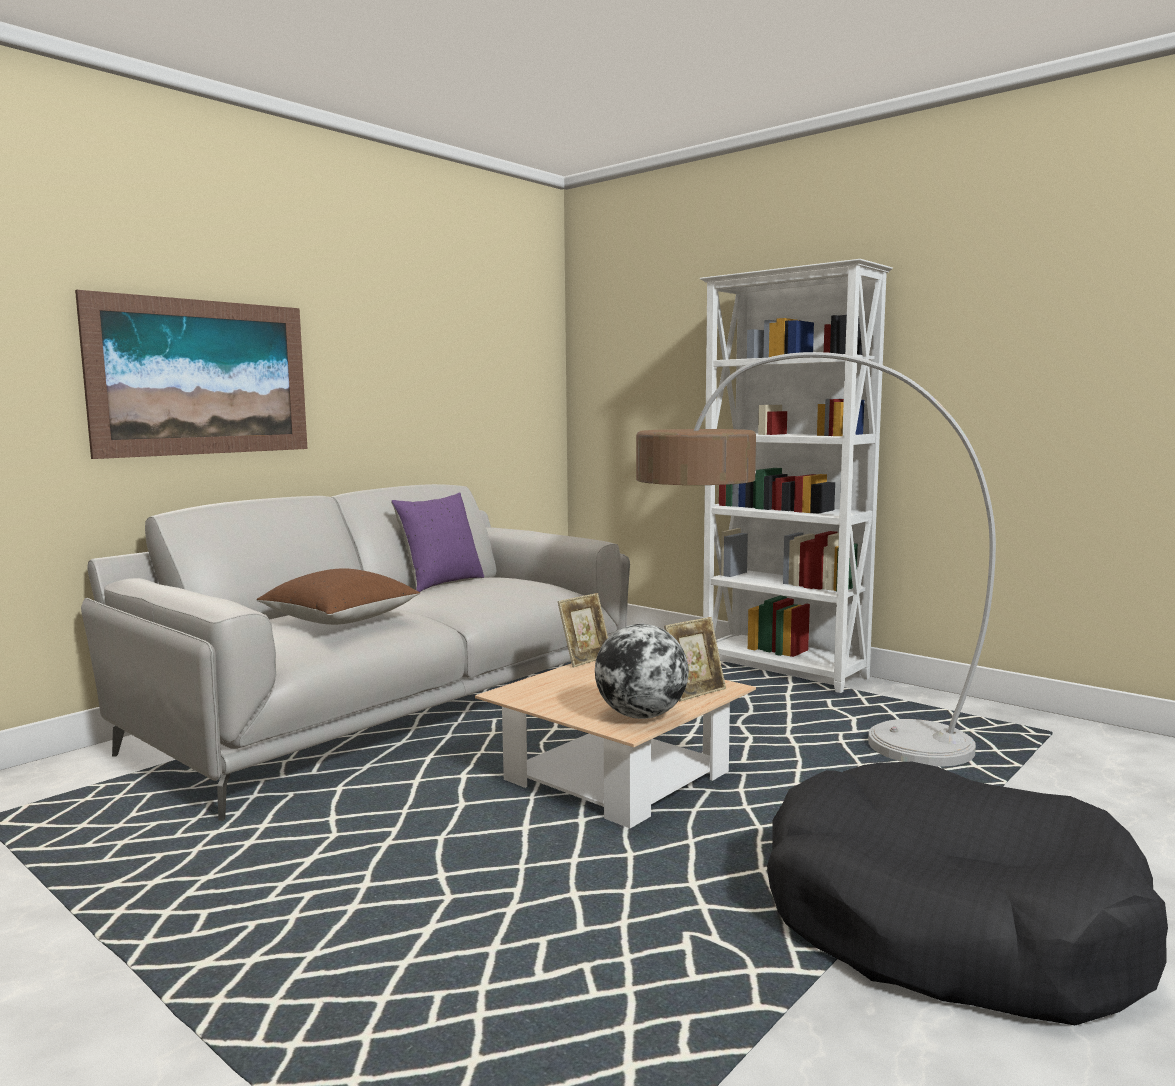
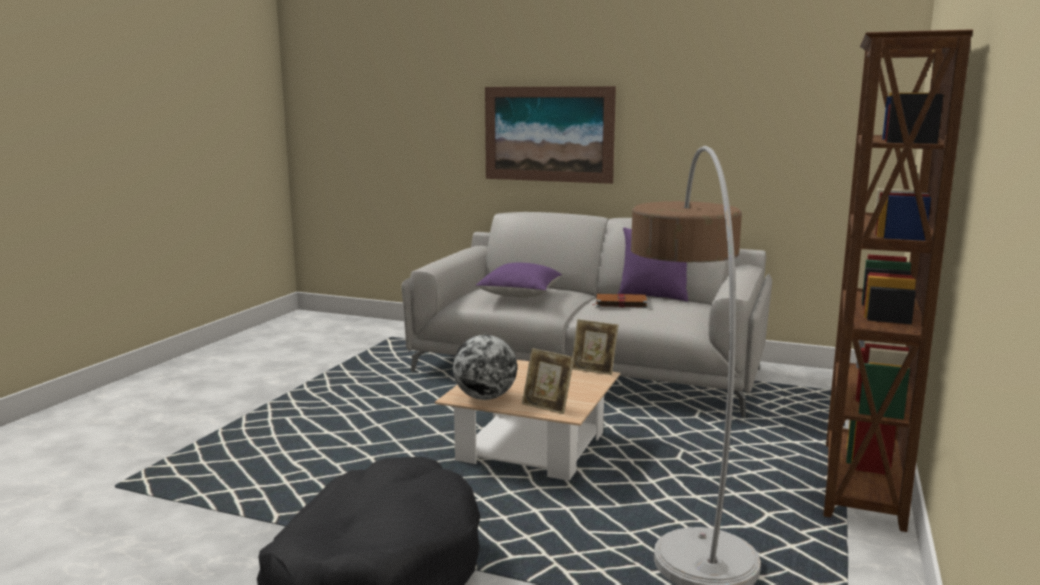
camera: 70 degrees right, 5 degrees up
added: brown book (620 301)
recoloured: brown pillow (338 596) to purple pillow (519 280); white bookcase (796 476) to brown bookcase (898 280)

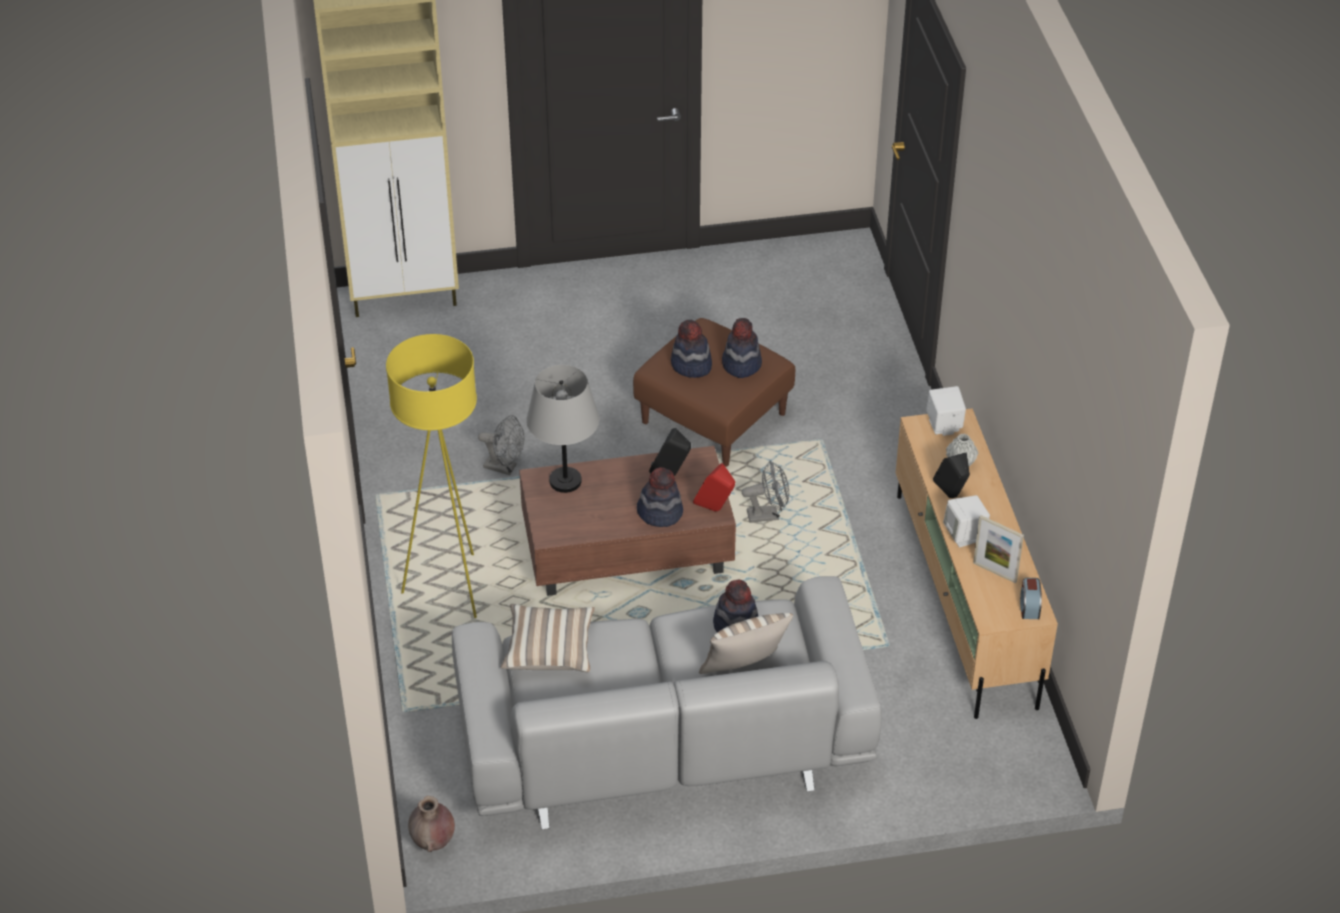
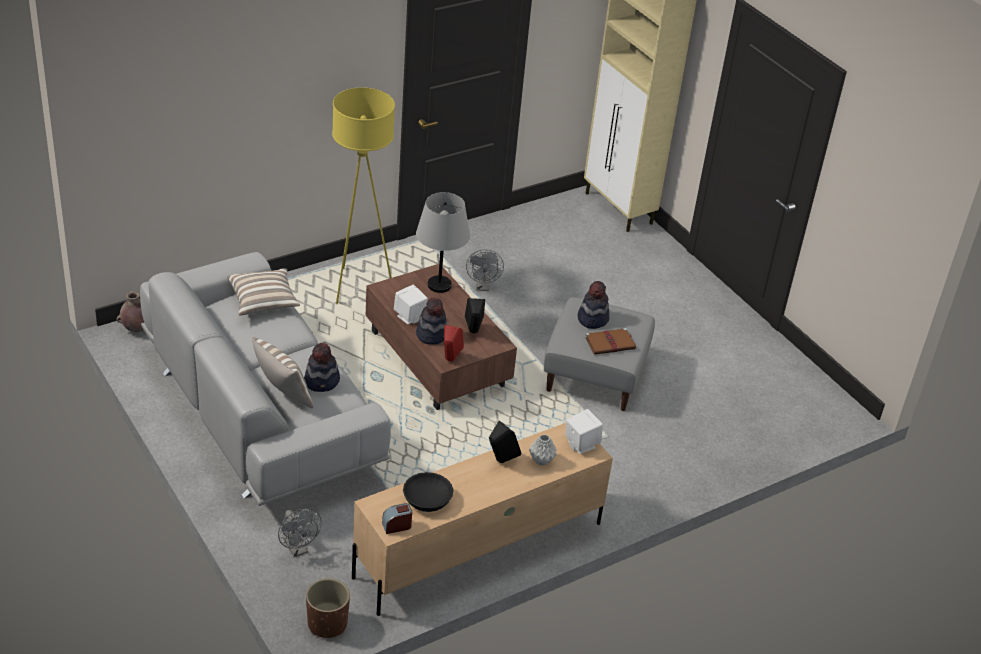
camera: 65 degrees right, 5 degrees down
added: brown planter (328 608)
moved: grey fan (765 492) to (300 533); white speaker (966 521) to (411 304)
replaced: picture frame (998 549) to black bowl (428 492); hat (742 348) to brown book (610 341)
recoloured: brown ottoman (714 392) to grey ottoman (599 354)

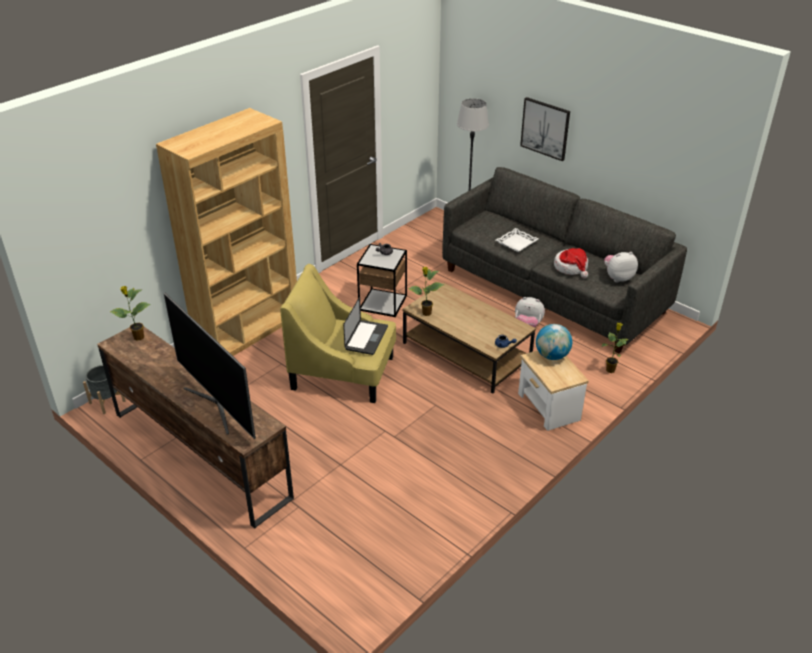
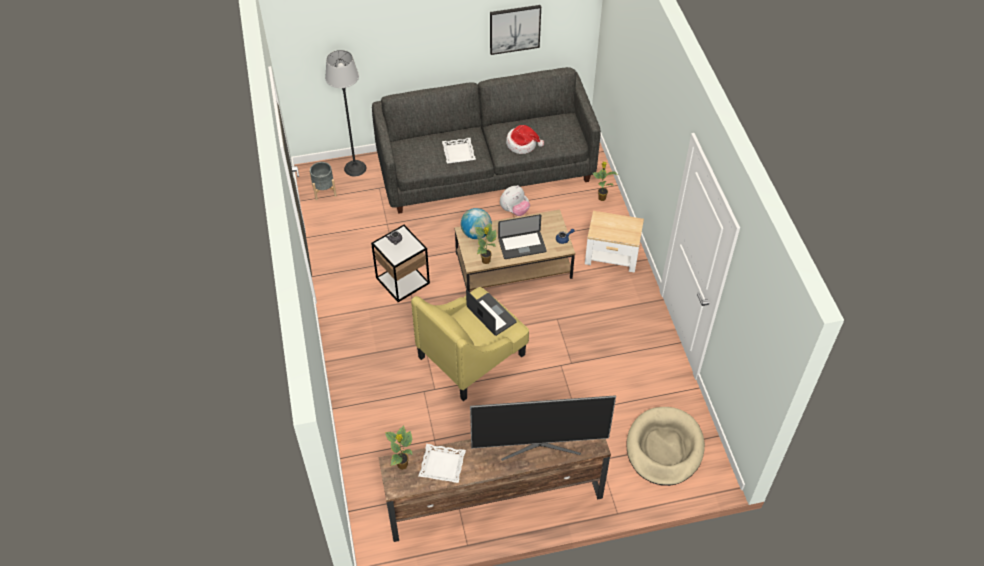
camera: 55 degrees left, 15 degrees up
removed: brown bookcase (226 232); plush toy (621 267)
added: white tray (442 463); laptop (522 236); beige dog bed (665 446)
moved: grey planter (104 389) to (323 181); globe (554 342) to (476 223); picture (545 129) to (515 30)

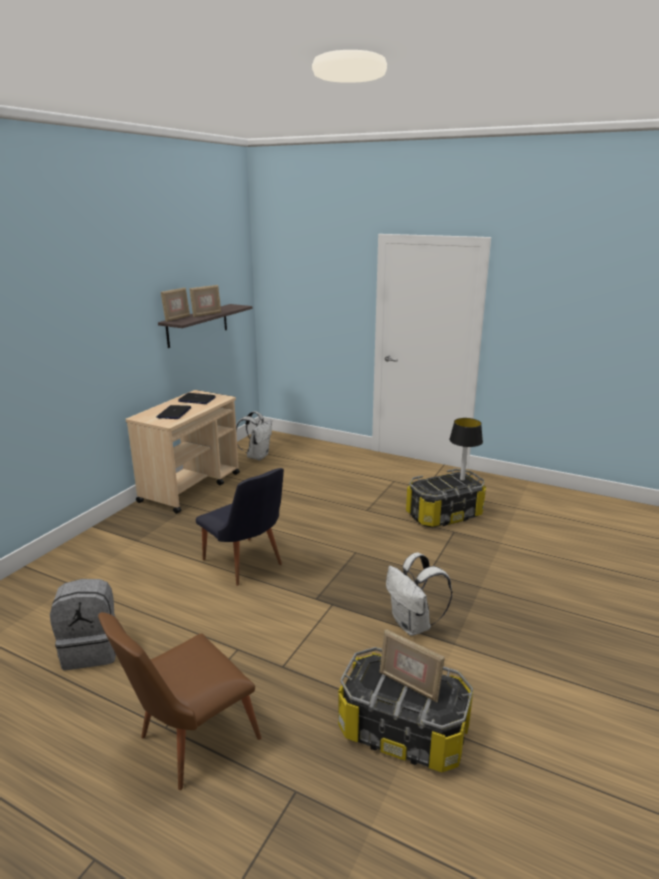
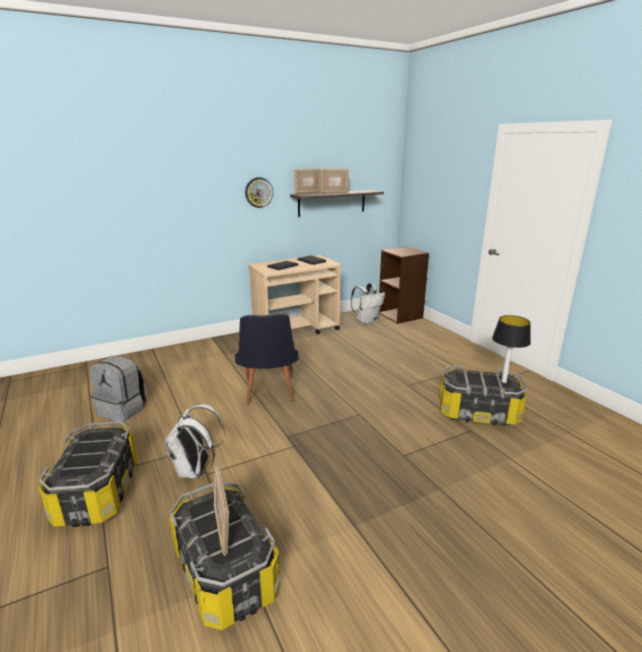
camera: 35 degrees right, 0 degrees up
added: wall clock (259 192); brown bookcase (404 285)
moved: white backpack (419 594) to (194 441)
replaced: brown chair (179 701) to storage box (88 474)

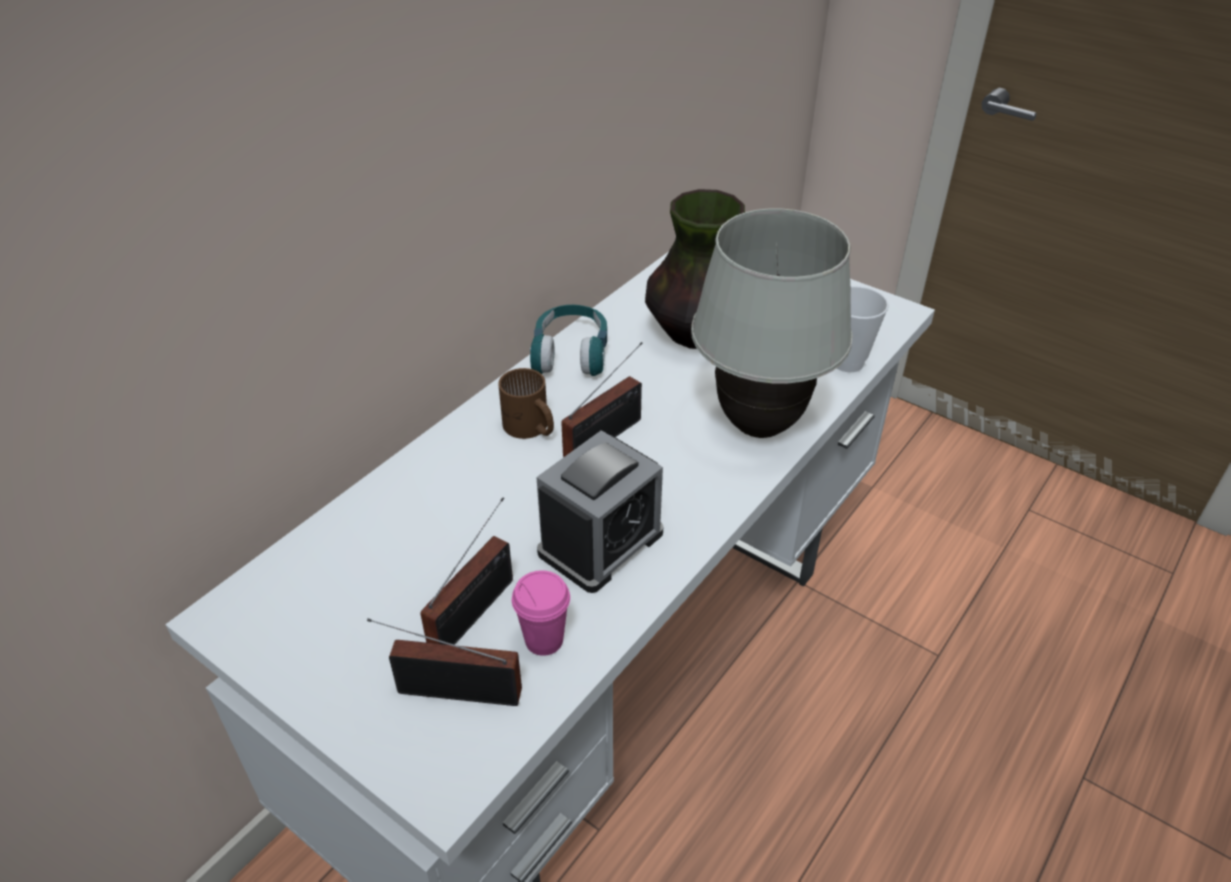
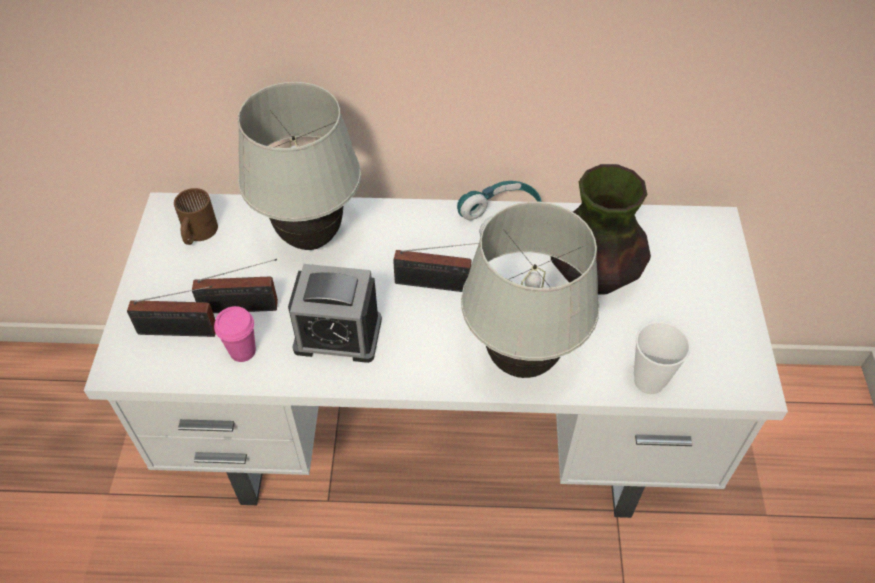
camera: 55 degrees right, 10 degrees up
added: white table lamp (299 166)
moved: brown mug (526 403) to (196 216)
turned: radio (444 662) = (171 311) 120 degrees clockwise

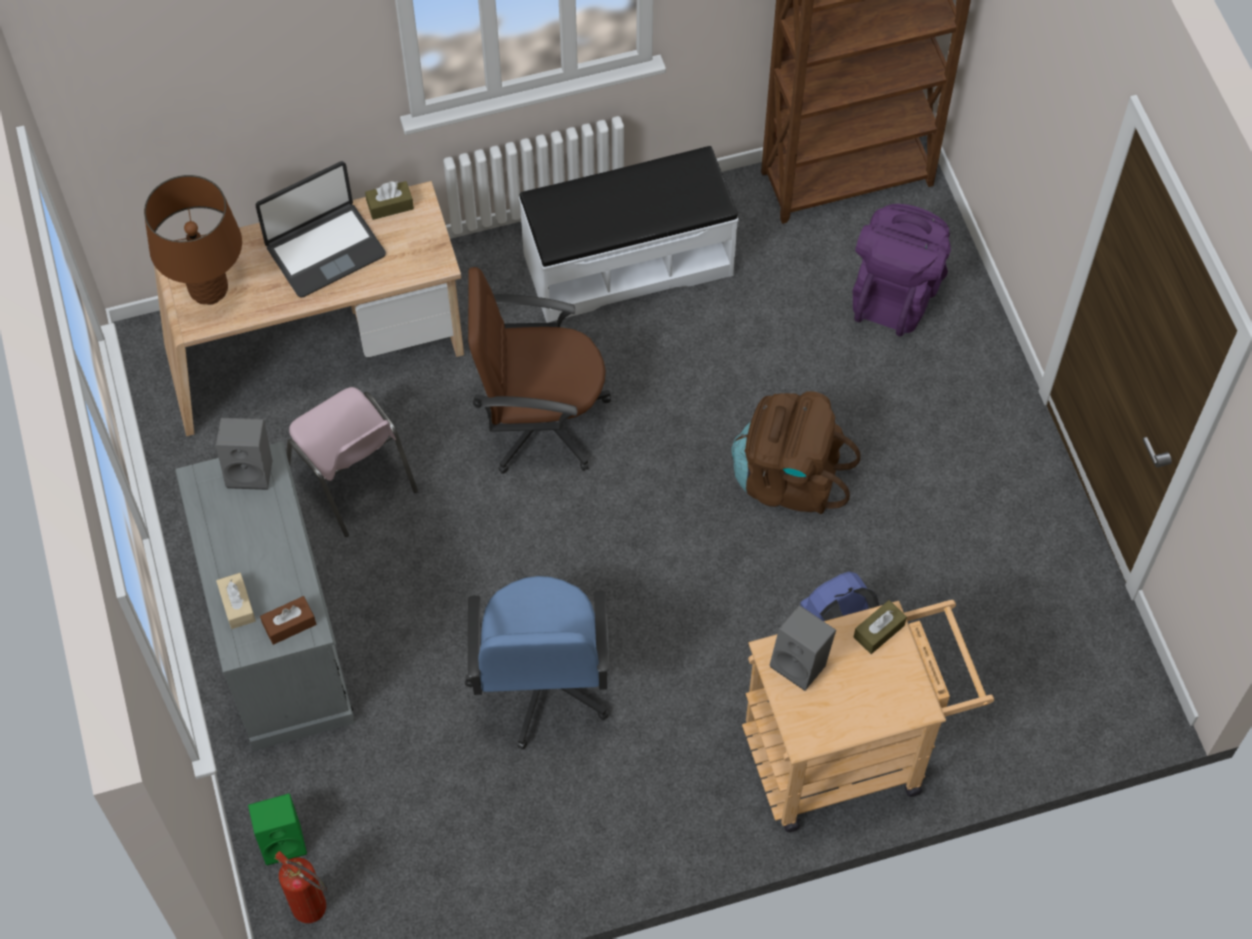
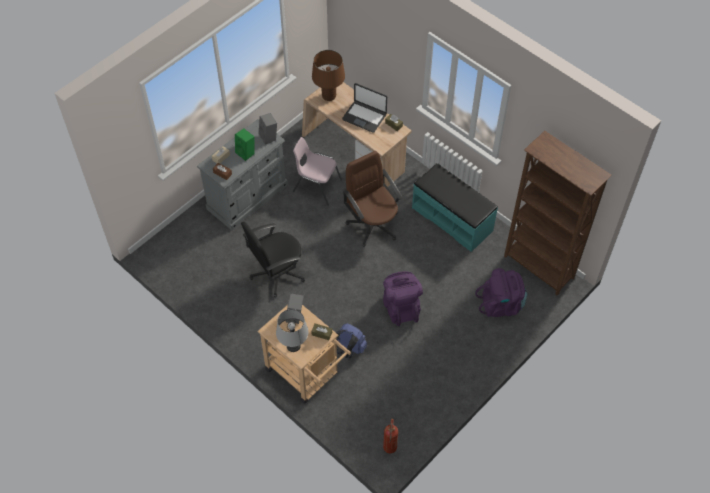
camera: 60 degrees right, 5 degrees down
added: grey table lamp (292 330)
moved: green speaker (277 829) to (245 145); fire extinguisher (301 887) to (390 436)
recoloured: blue office chair (537 662) to black office chair (273 259); brown backpack (796 452) to purple backpack (403 298); white bench (628 234) to turquoise bench (455 207)
turned: pink chair (352 462) = (317 171) 90 degrees clockwise

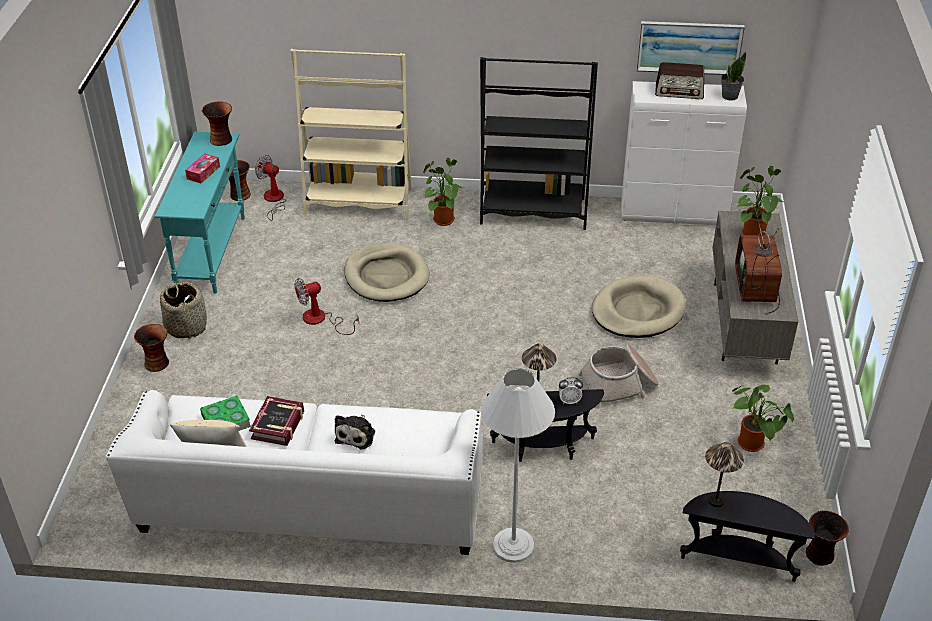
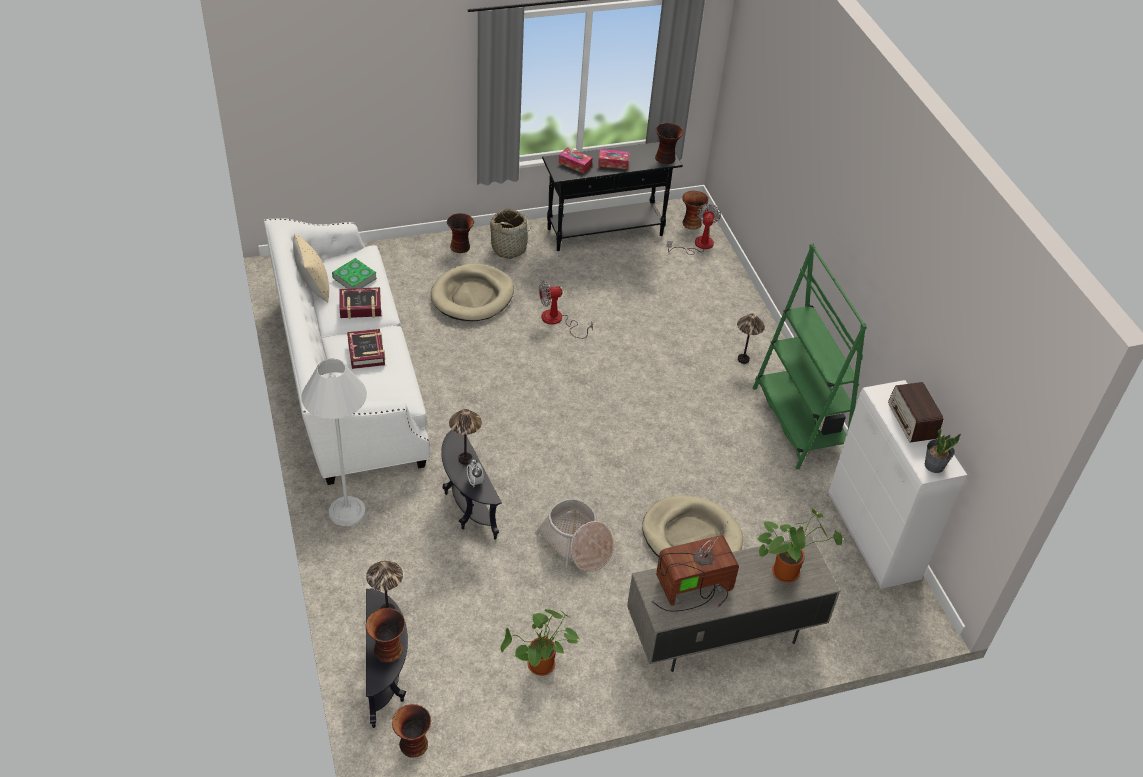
camera: 65 degrees right, 5 degrees up
removed: beige bookcase (351 134); picture (690 48)
added: vase (385 635); tissue box (575 160)
moved: beige dog bed (387 272) to (472 292)
replaced: plush toy (355 432) to book (366 349); potted plant (443 192) to table lamp (751 339)
recoloured: turquoise console table (200 213) to black console table (612 196); black bookcase (539 143) to green bookcase (810 356)
turned: fan (327 306) = (566 310) 60 degrees counterclockwise

